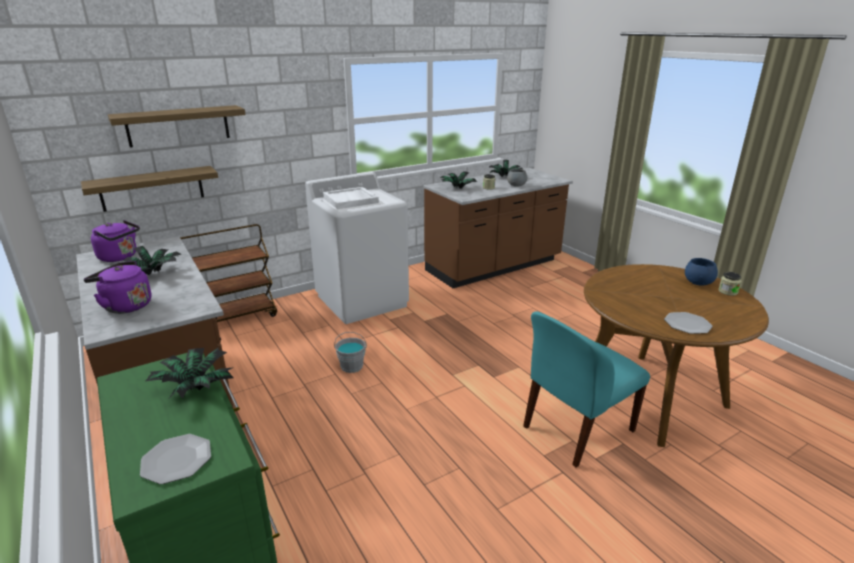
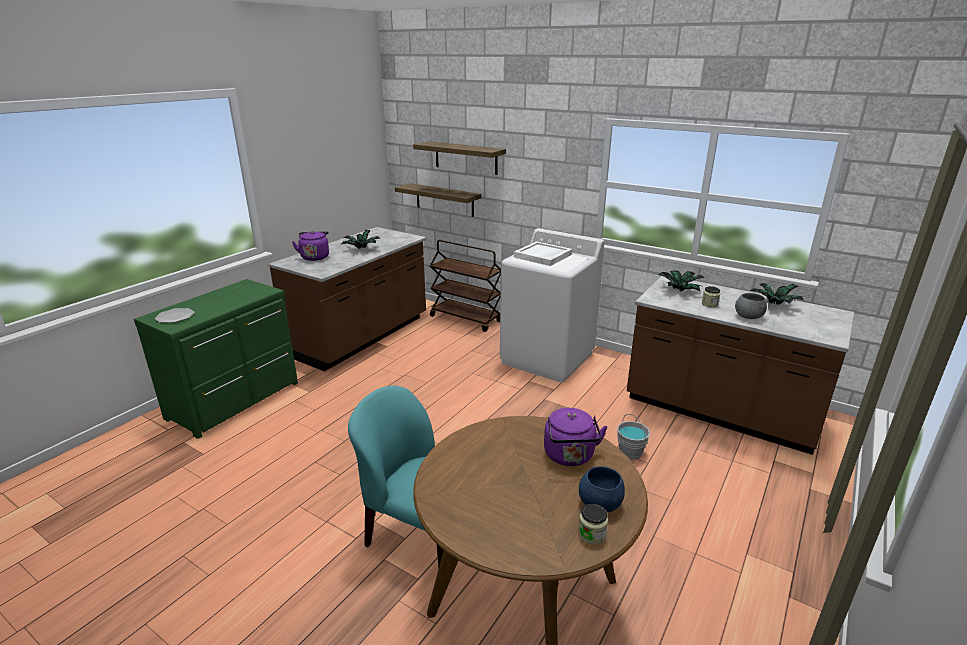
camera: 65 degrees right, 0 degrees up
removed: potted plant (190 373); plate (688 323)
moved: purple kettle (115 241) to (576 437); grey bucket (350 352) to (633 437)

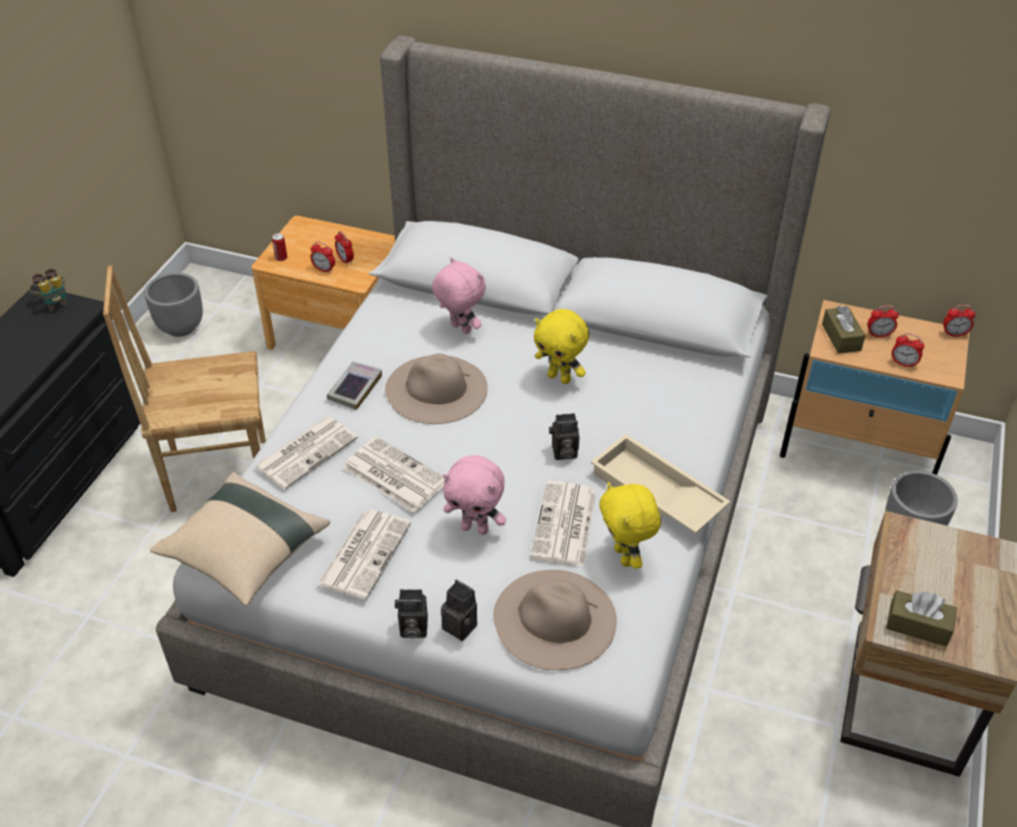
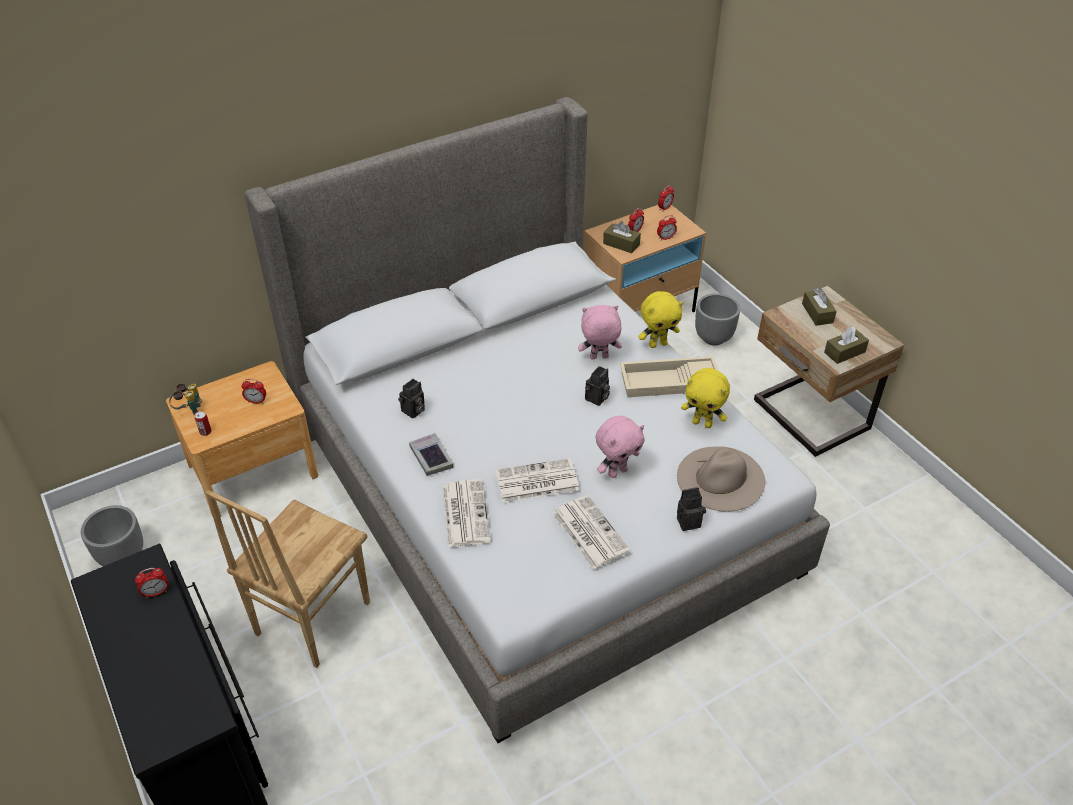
camera: 50 degrees left, 0 degrees up
removed: beige pillow (240 539); beige hat (436 389); newspaper (563 524)
added: brown tissue box (819 307)
moved: alarm clock (322 257) to (151 583); binoculars (48 290) to (185 399); photo camera (411 613) to (411 398); pink plush toy (459 295) to (600 332); yellow plush toy (561 346) to (660 319)

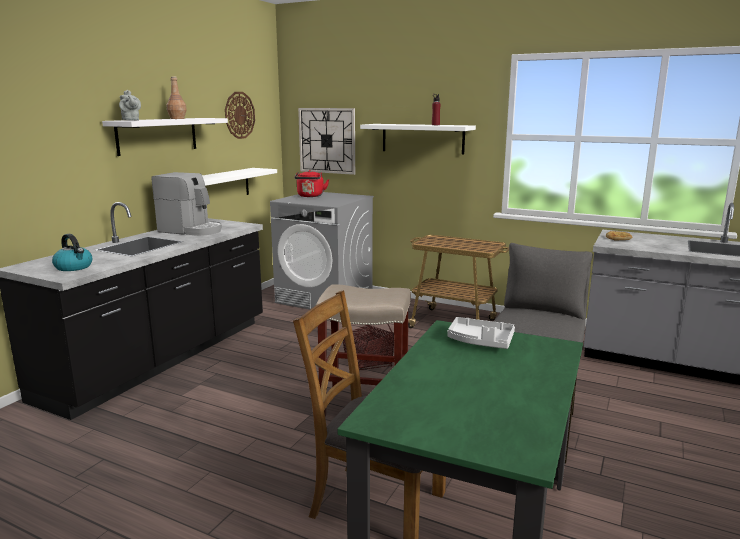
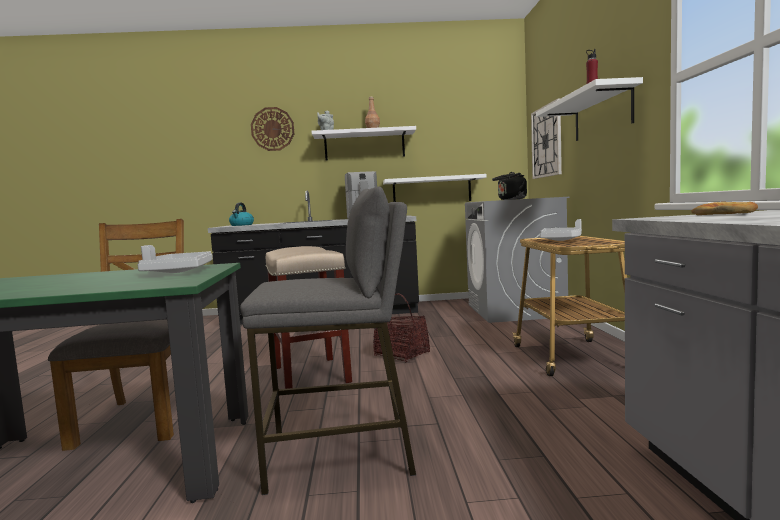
camera: 60 degrees right, 10 degrees down
added: grey tray (561 230)
moved: wall clock (240 115) to (272 129)
recoloured: red kettle (312 183) to black kettle (509 186)

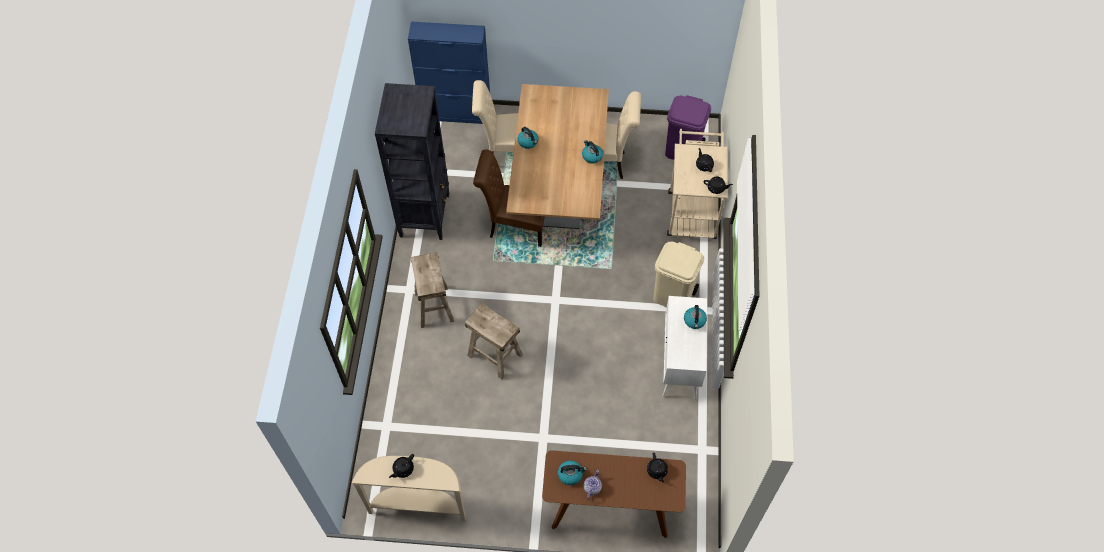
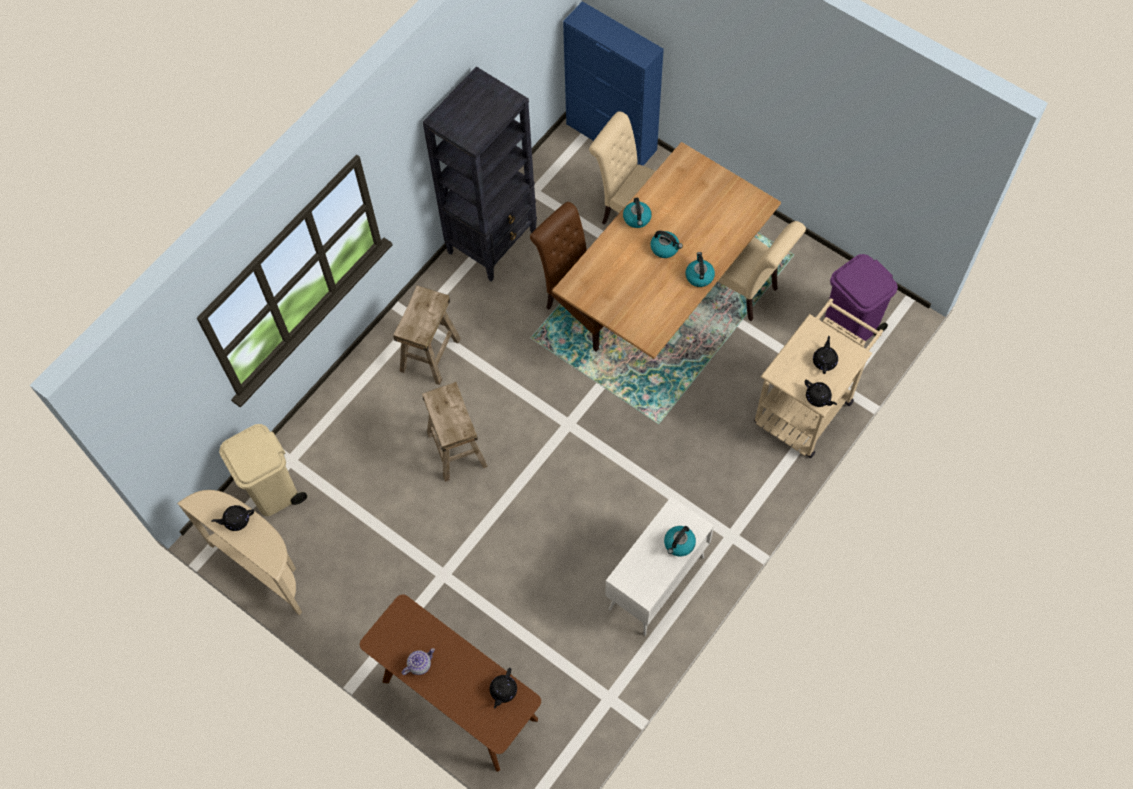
camera: 35 degrees right, 5 degrees up
moved: beige trash can (678 274) to (263 470); kettle (572 472) to (666 244)

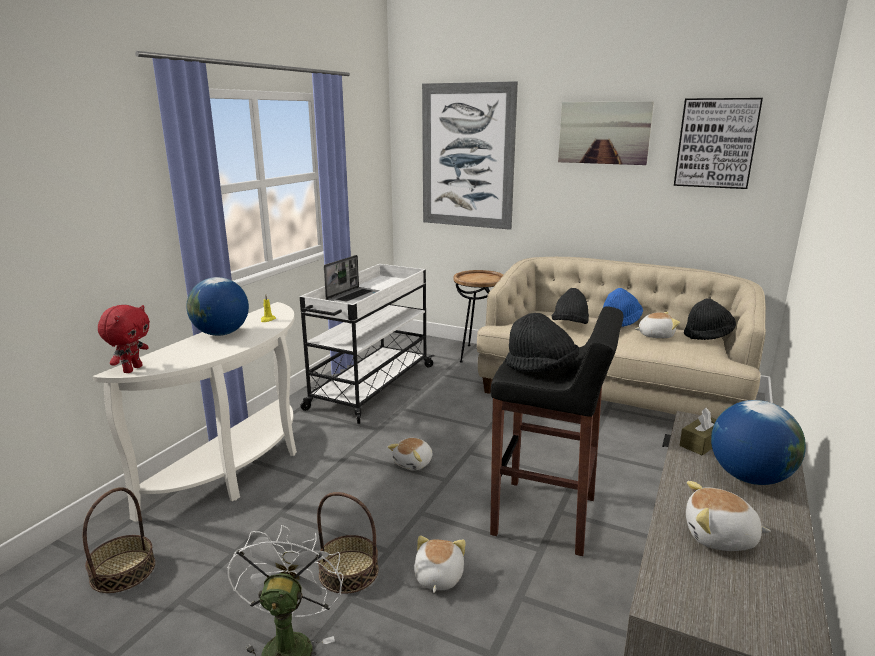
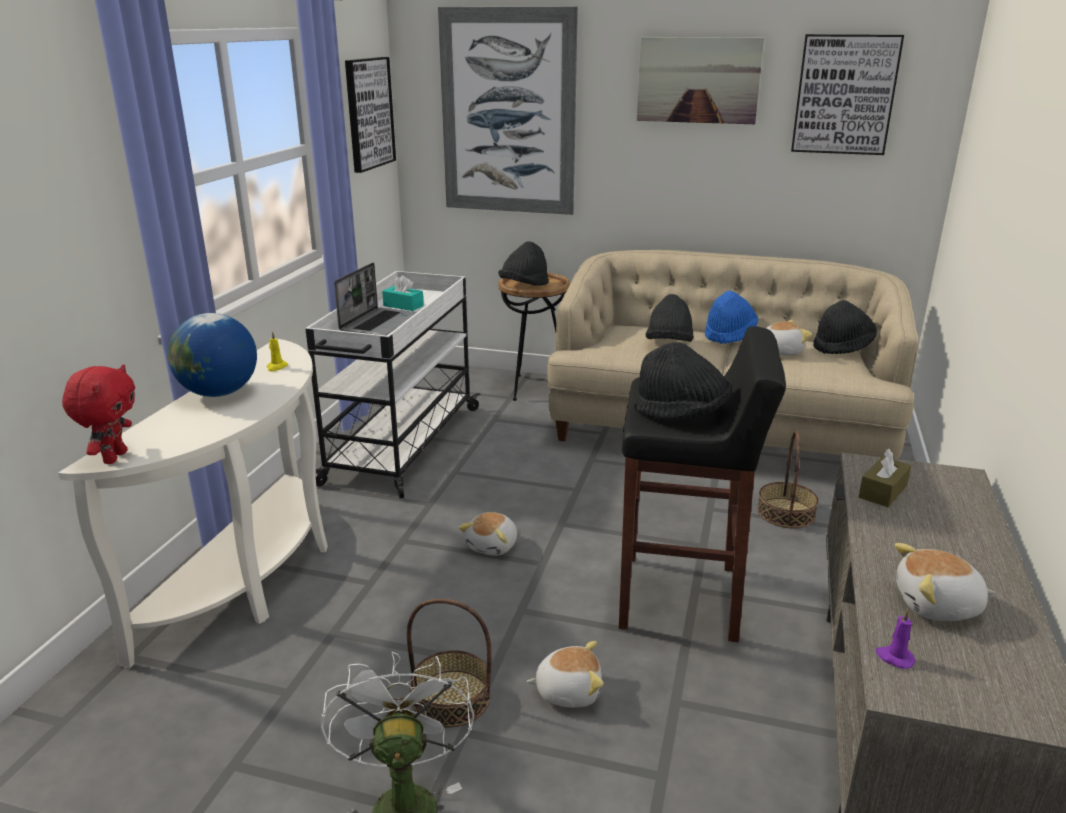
camera: 10 degrees left, 5 degrees up
removed: globe (758 442)
added: picture (370 115); turquoise tissue box (403 293); black hat (523 263); purple candle (895 639)
moved: basket (119 540) to (788 480)
turned: plush toy (440 564) = (565 674) 90 degrees clockwise

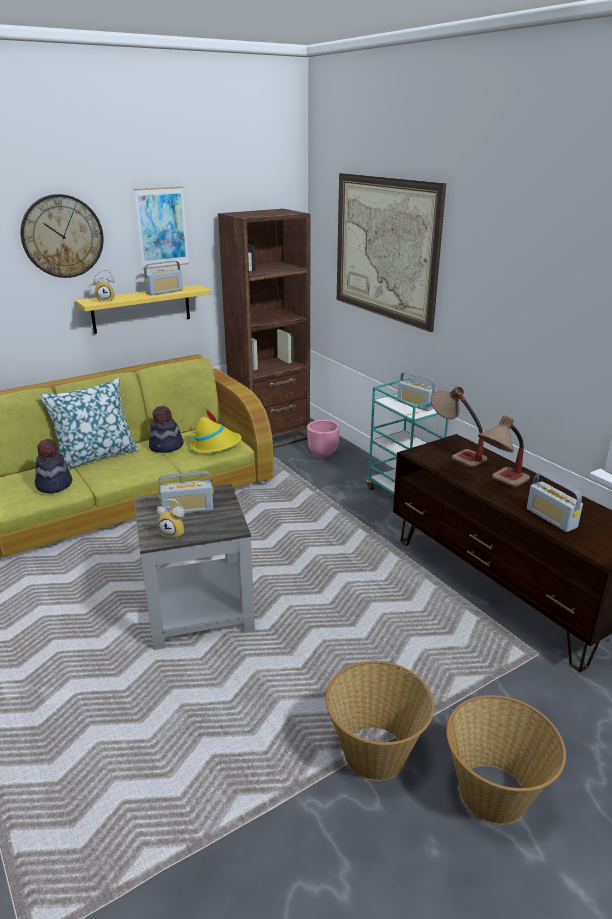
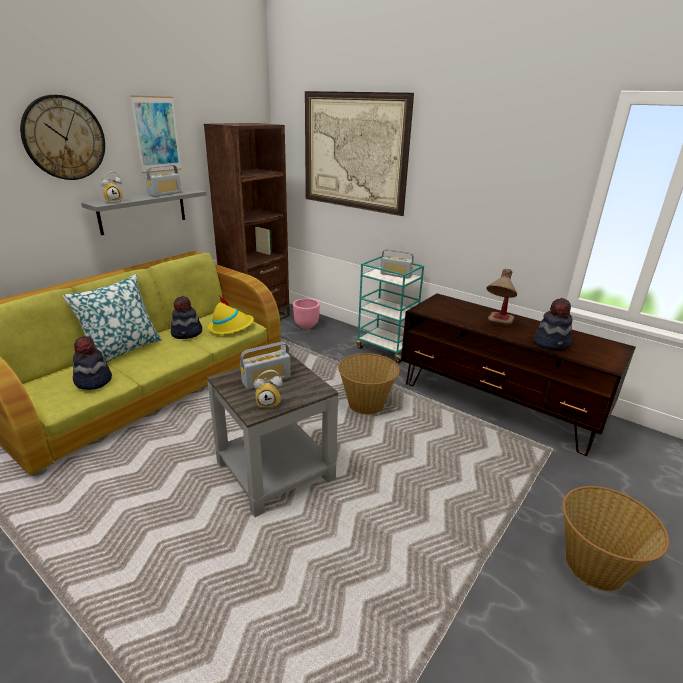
camera: 20 degrees left, 0 degrees up
removed: table lamp (459 427)
moved: basket (380 721) to (369 384)
replaced: radio (555 502) to hat (553 324)
recoloured: yellow shelf (143 309) to grey shelf (144 211)

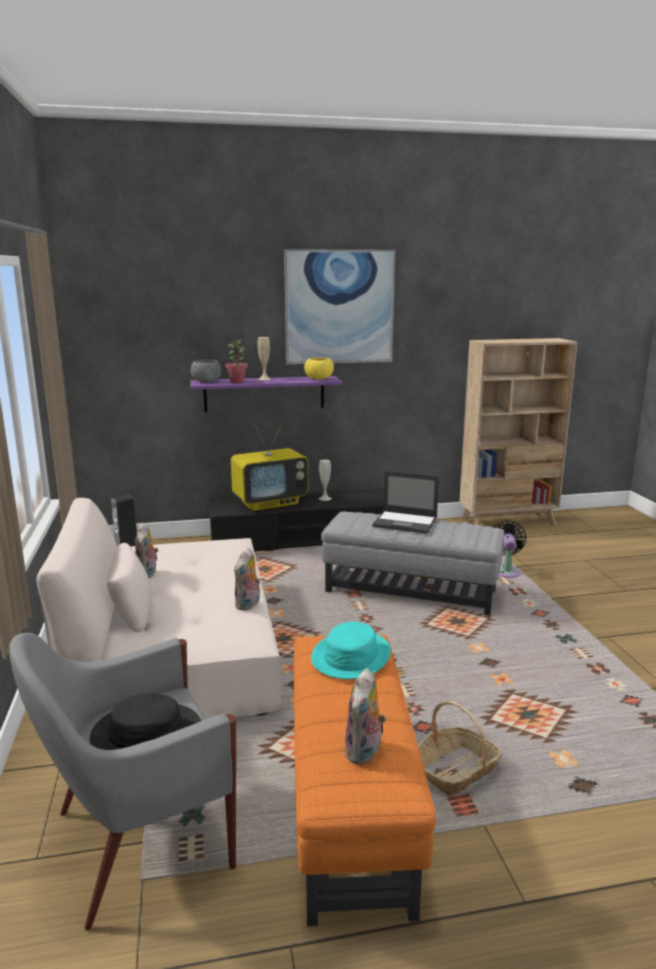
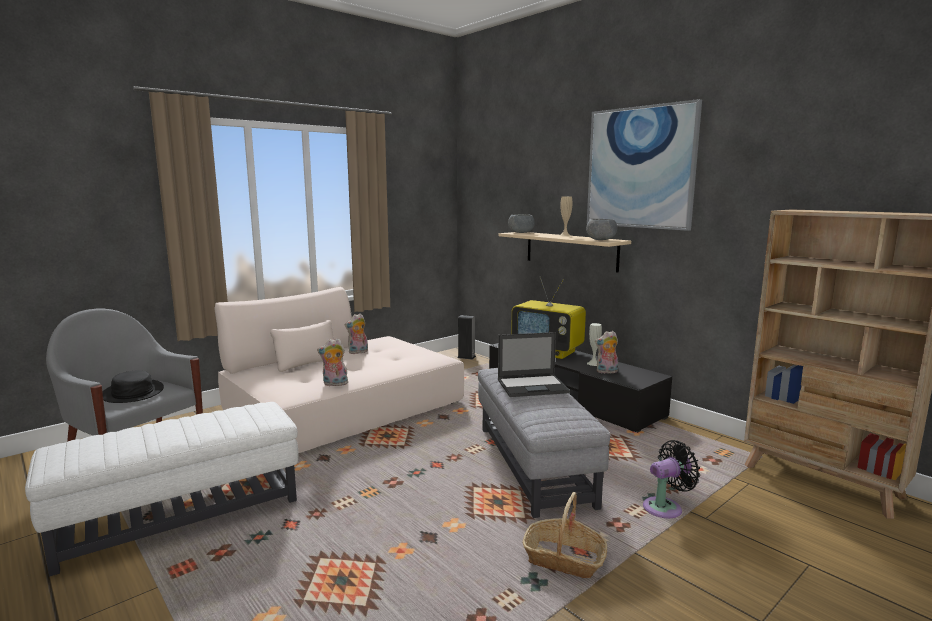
camera: 60 degrees right, 5 degrees down
removed: potted plant (236 361); turquoise hat (351 650)
moved: basket (460 748) to (565 535); plush toy (365 716) to (606 352)
recoloured: orange ottoman (365 781) to white ottoman (162 489); purple shelf (266 394) to beige shelf (565 252); yellow bowl (319 369) to grey bowl (601 229)
turned: laptop (405 502) = (534 364) 90 degrees counterclockwise

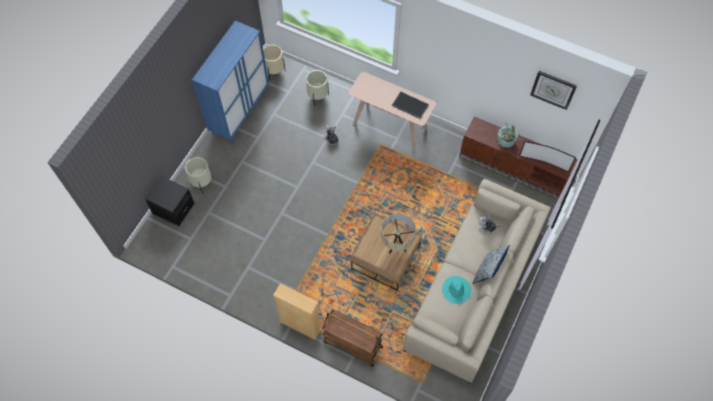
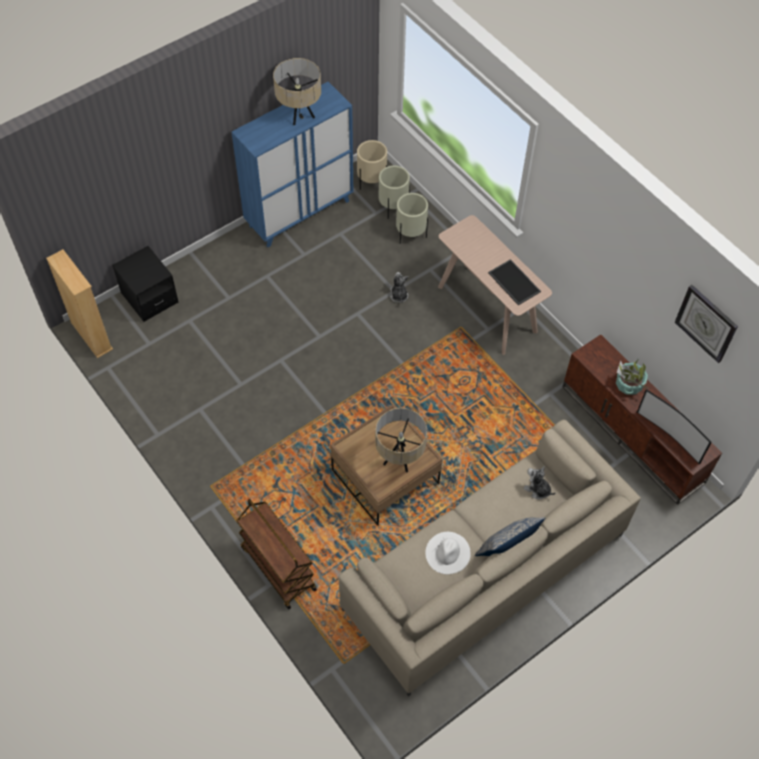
camera: 25 degrees right, 5 degrees down
added: beige table lamp (297 91)
moved: beige bookcase (297 311) to (79 303); beige planter (198 175) to (394 192)
recoloured: turquoise hat (456 290) to white hat (448 553)

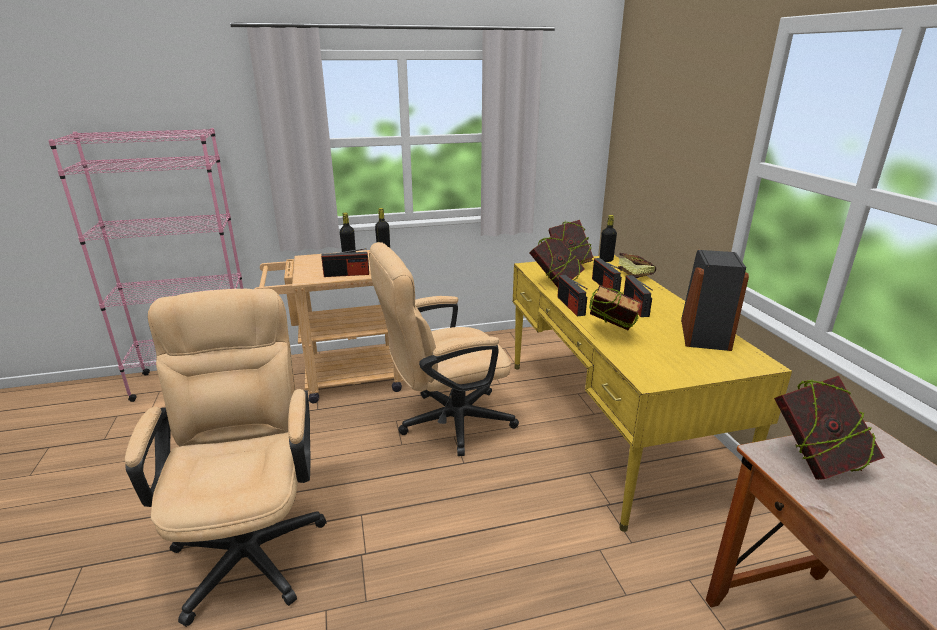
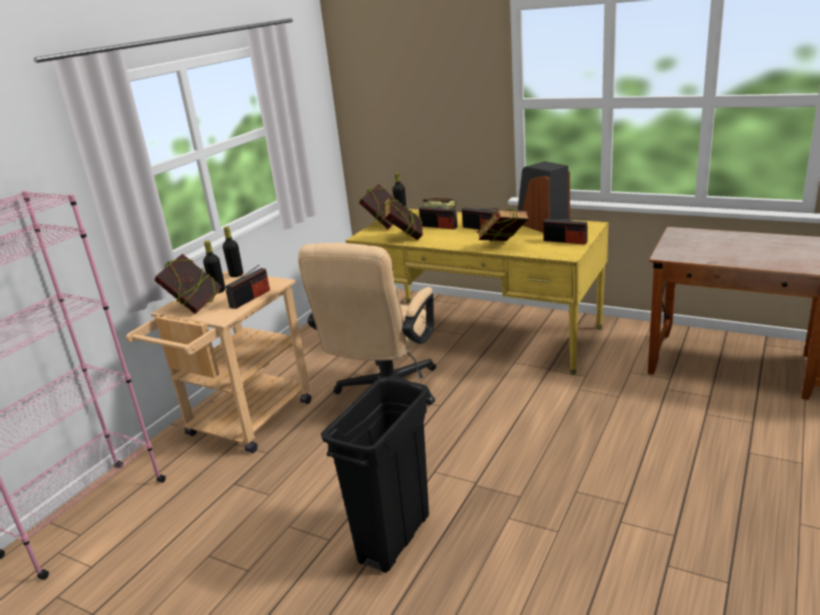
camera: 45 degrees left, 0 degrees up
moved: book (829 428) to (188 284); radio (572 295) to (565 231)
replaced: beige office chair (226 457) to black trash can (375 475)

